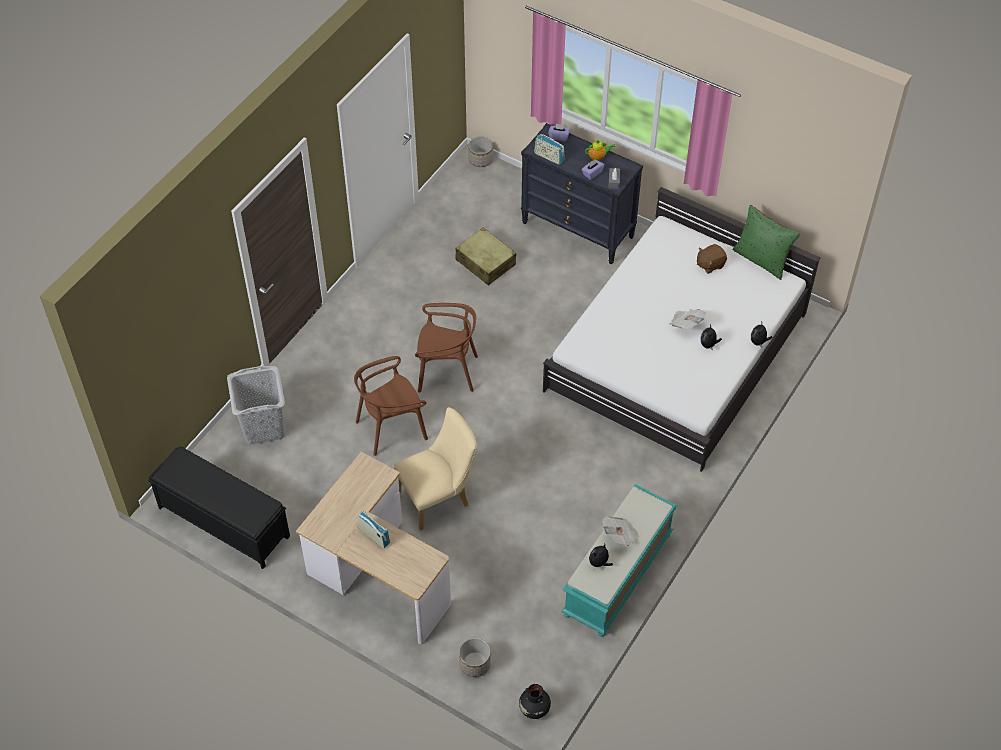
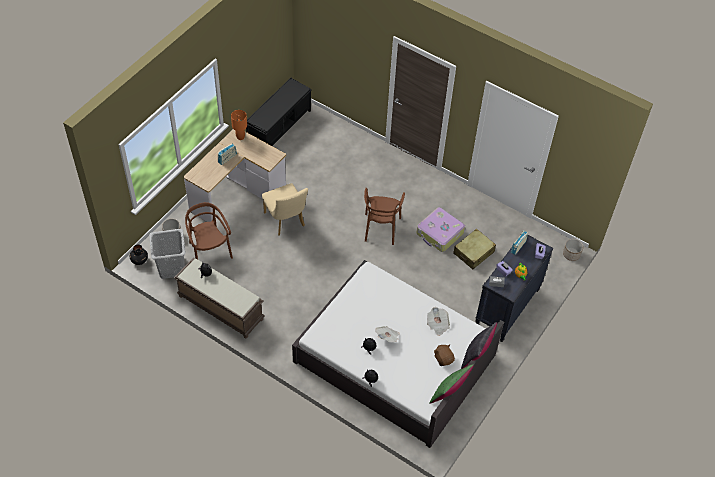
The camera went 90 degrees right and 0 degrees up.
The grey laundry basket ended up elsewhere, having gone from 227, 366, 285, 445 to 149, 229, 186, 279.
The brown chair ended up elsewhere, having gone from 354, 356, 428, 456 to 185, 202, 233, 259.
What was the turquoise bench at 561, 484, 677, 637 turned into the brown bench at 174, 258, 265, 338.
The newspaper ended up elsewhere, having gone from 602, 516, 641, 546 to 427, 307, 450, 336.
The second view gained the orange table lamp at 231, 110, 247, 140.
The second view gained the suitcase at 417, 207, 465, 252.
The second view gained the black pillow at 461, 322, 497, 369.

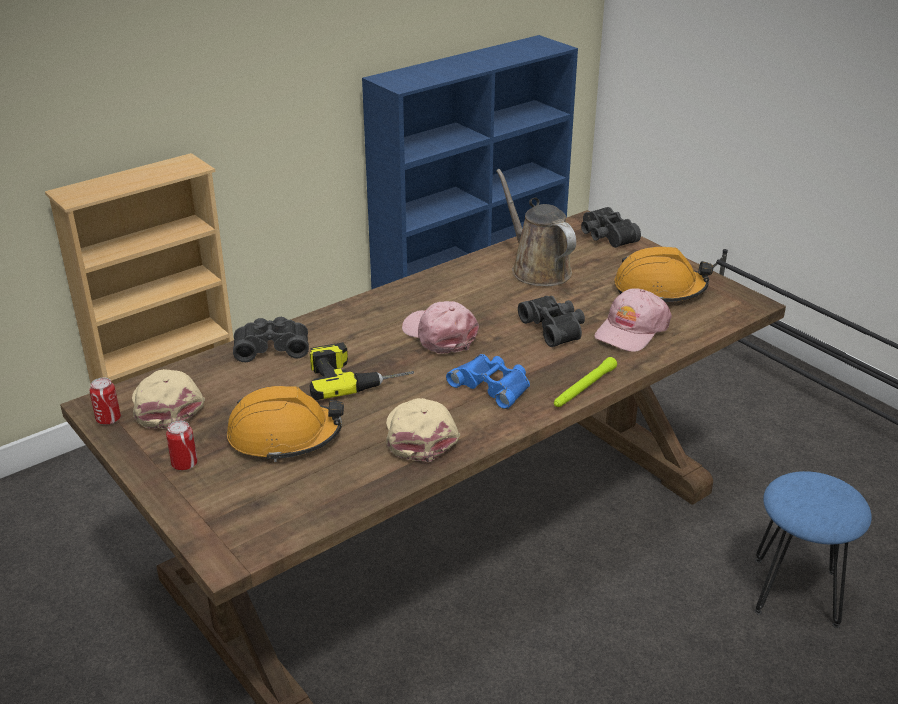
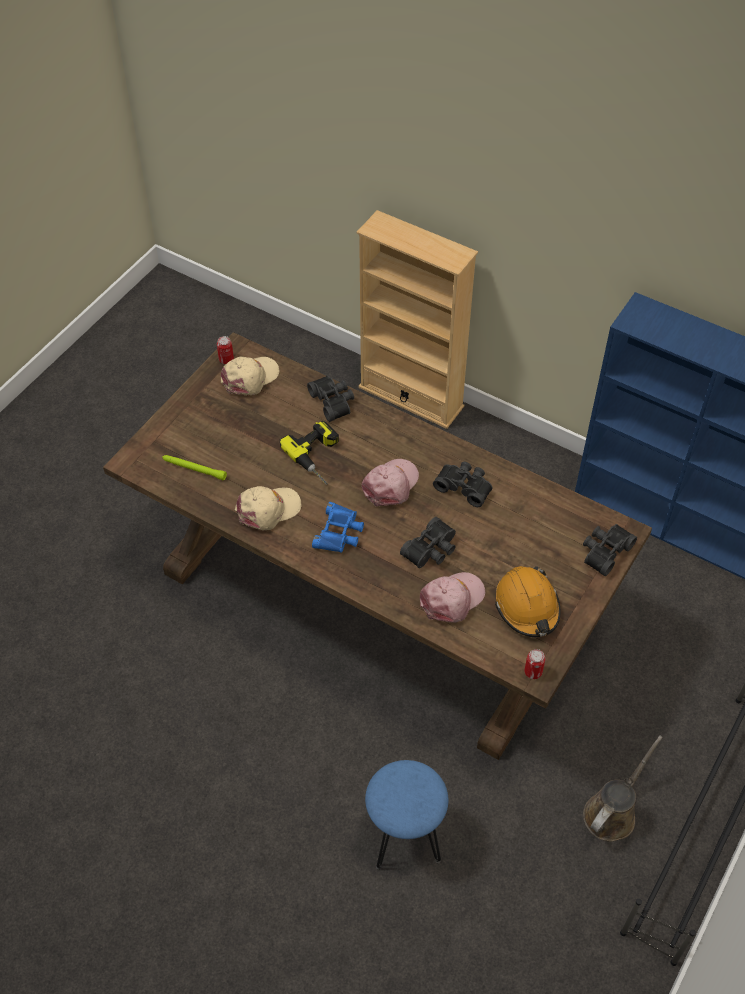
The camera went 70 degrees right and 20 degrees up.
The can ended up elsewhere, having gone from 166, 421, 198, 470 to 524, 649, 545, 679.
The second view lost the orange hard hat at 227, 386, 344, 462.
The brown watering can ended up elsewhere, having gone from 496, 169, 576, 286 to 583, 735, 663, 842.
The green flashlight ended up elsewhere, having gone from 554, 357, 617, 407 to 162, 455, 227, 480.
The pink cap at 595, 288, 672, 352 ended up facing another way, 120 degrees clockwise from before.
The second view gained the black binoculars at 433, 462, 492, 507.

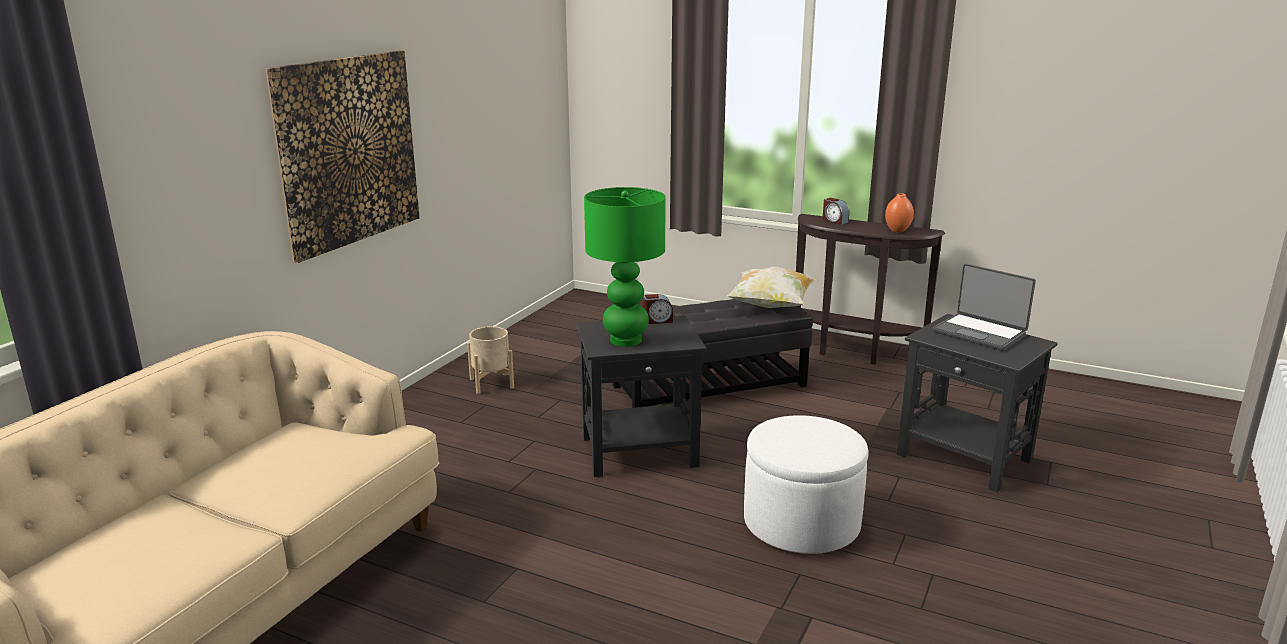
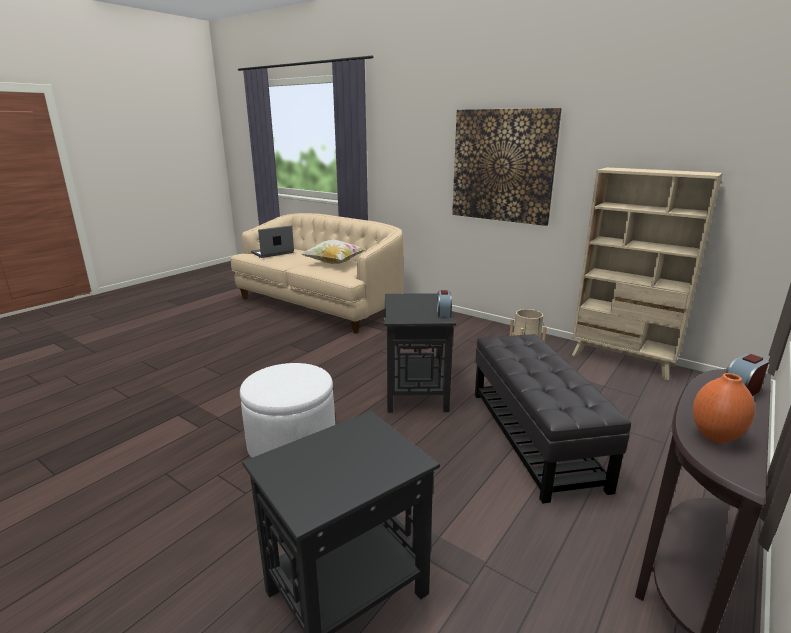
The camera went 100 degrees right and 0 degrees up.
The second view lost the green table lamp at 584, 187, 666, 347.
The pillow ended up elsewhere, having gone from 727, 267, 816, 308 to 302, 240, 366, 264.
The laptop ended up elsewhere, having gone from 933, 264, 1036, 351 to 251, 225, 294, 258.
The second view gained the beige bookcase at 572, 167, 723, 380.

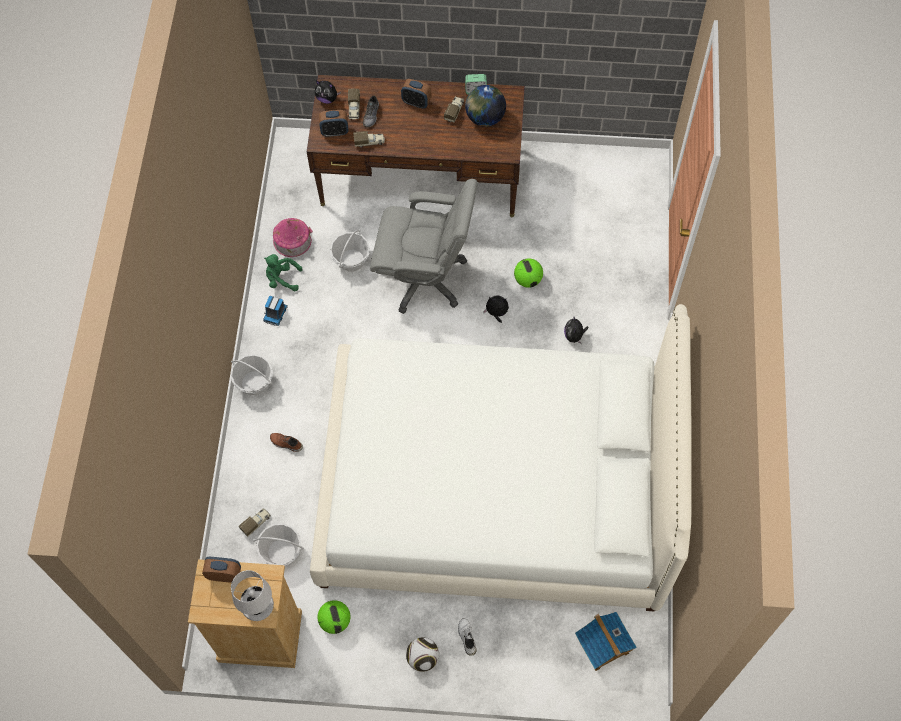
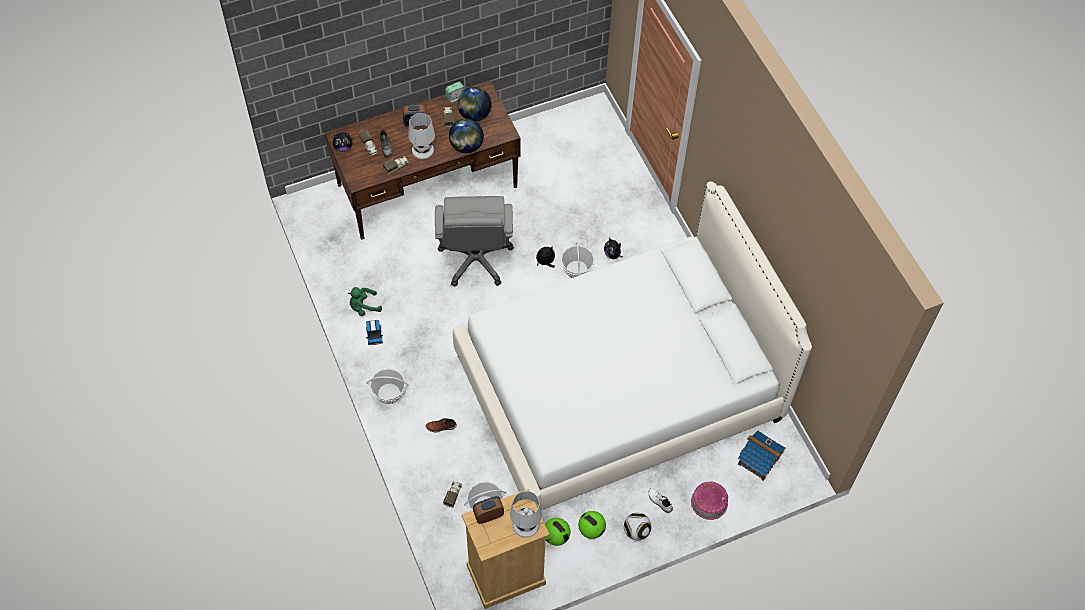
The camera went 30 degrees left and 5 degrees down.
The toy house ended up elsewhere, having gone from 273, 218, 313, 257 to 691, 482, 728, 520.
The second view lost the alarm clock at 319, 110, 348, 137.
The basket ended up elsewhere, having gone from 330, 230, 370, 272 to 560, 242, 595, 278.
The grey office chair at 370, 179, 478, 314 ended up facing another way, 105 degrees clockwise from before.
The football ended up elsewhere, having gone from 514, 258, 543, 288 to 578, 511, 606, 539.
The second view gained the white table lamp at 408, 113, 435, 159.
The second view gained the globe at 449, 118, 484, 153.

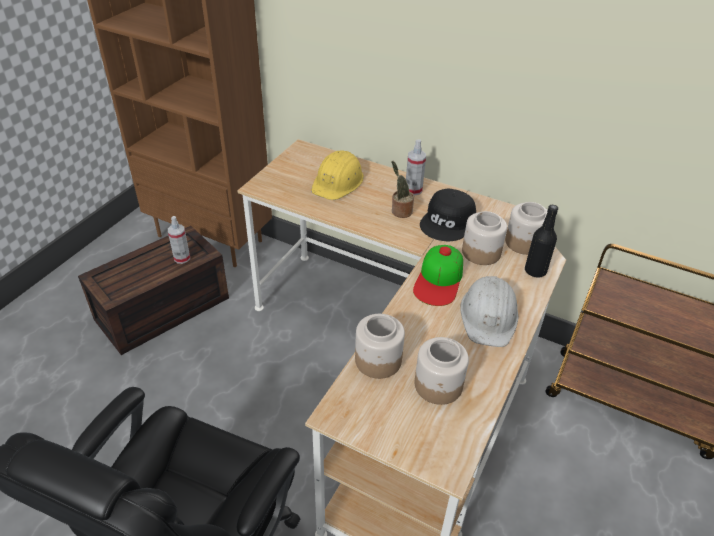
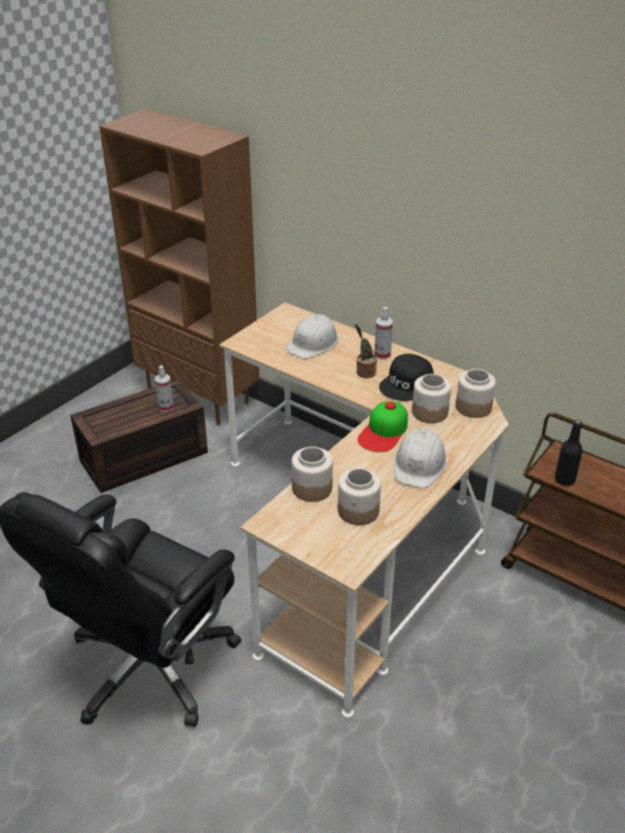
The camera went 10 degrees right and 5 degrees down.
What was the yellow hard hat at 311, 150, 364, 200 turned into the white hard hat at 286, 314, 339, 358.
The black bottle ended up elsewhere, having gone from 525, 205, 558, 278 to 555, 420, 583, 486.

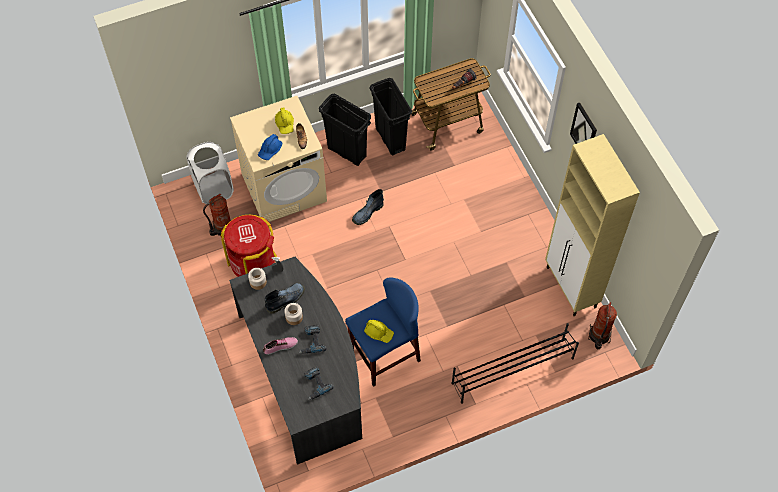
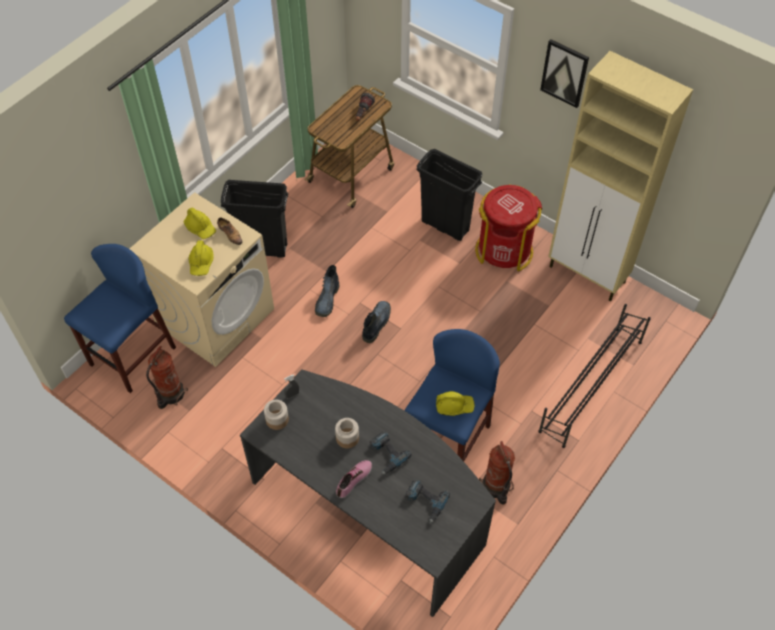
The camera went 30 degrees left and 5 degrees down.
Where the white laundry basket stood at 186, 142, 234, 204, the blue stool came to stand at 64, 244, 176, 393.
The red trash can ended up elsewhere, having gone from 220, 215, 277, 277 to 475, 185, 542, 271.
What was the blue hard hat at 258, 134, 282, 160 turned into the yellow hard hat at 189, 240, 214, 276.
The boot ended up elsewhere, having gone from 264, 283, 305, 314 to 362, 301, 391, 343.
The black trash can ended up elsewhere, having gone from 369, 78, 412, 155 to 416, 149, 482, 241.
The fire extinguisher ended up elsewhere, having gone from 588, 302, 617, 349 to 479, 441, 515, 504.

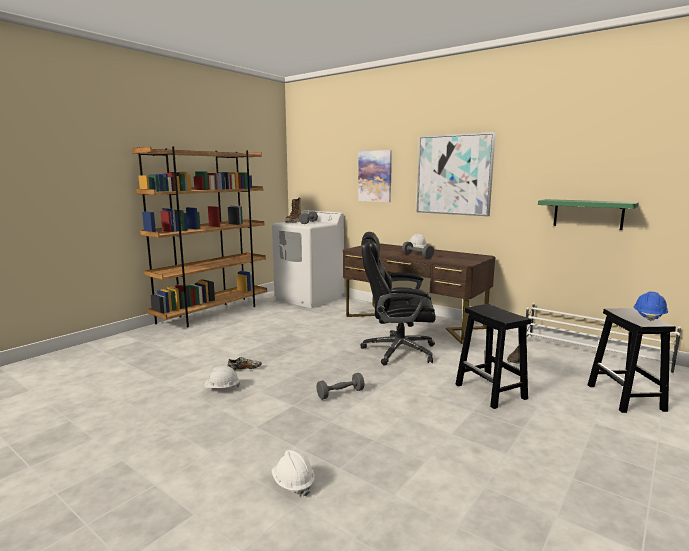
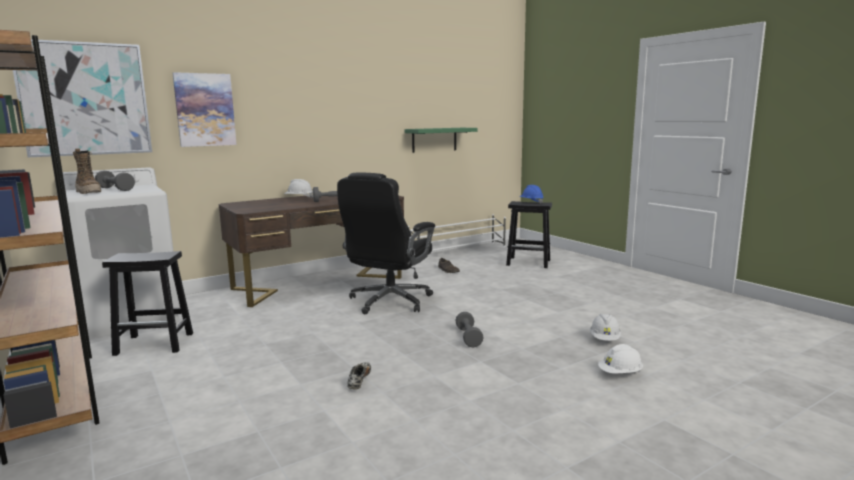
The camera went 70 degrees left and 0 degrees up.
The white hard hat ended up elsewhere, having gone from 204, 366, 240, 388 to 590, 314, 621, 341.
The picture ended up elsewhere, having gone from 417, 132, 496, 216 to 13, 39, 152, 157.
The black stool ended up elsewhere, having gone from 456, 304, 531, 409 to 102, 251, 193, 356.

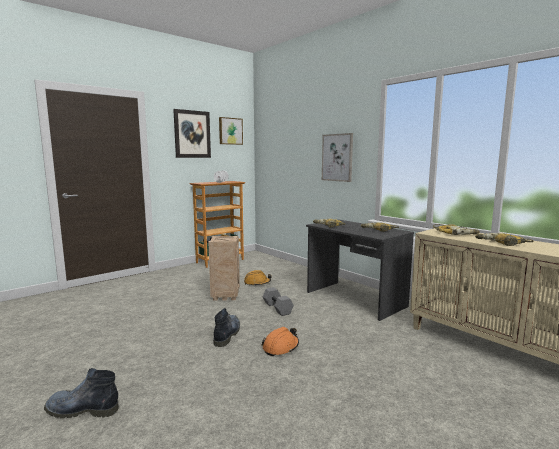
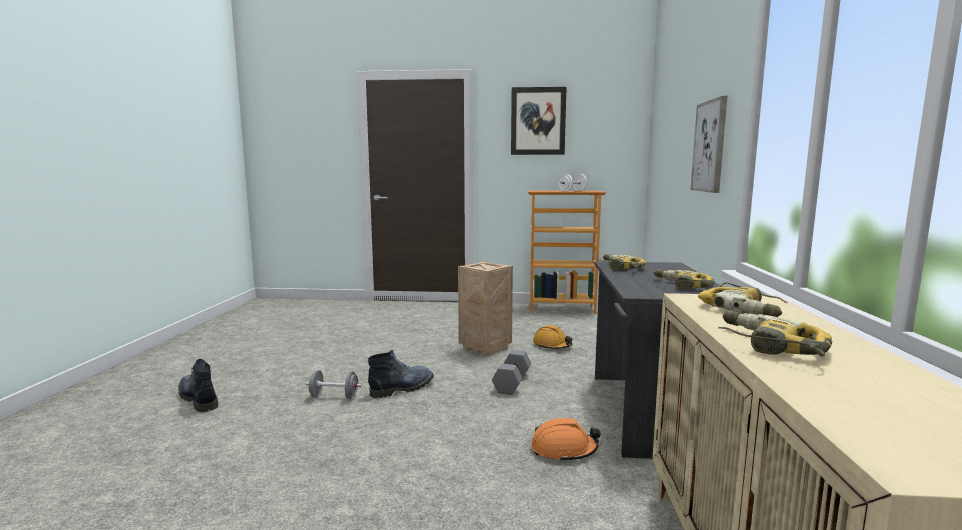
The camera went 45 degrees right and 0 degrees up.
The second view lost the picture at 219, 117, 243, 145.
The orange hard hat ended up elsewhere, having gone from 262, 327, 299, 356 to 531, 418, 601, 463.
The second view gained the grey dumbbell at 306, 370, 362, 399.

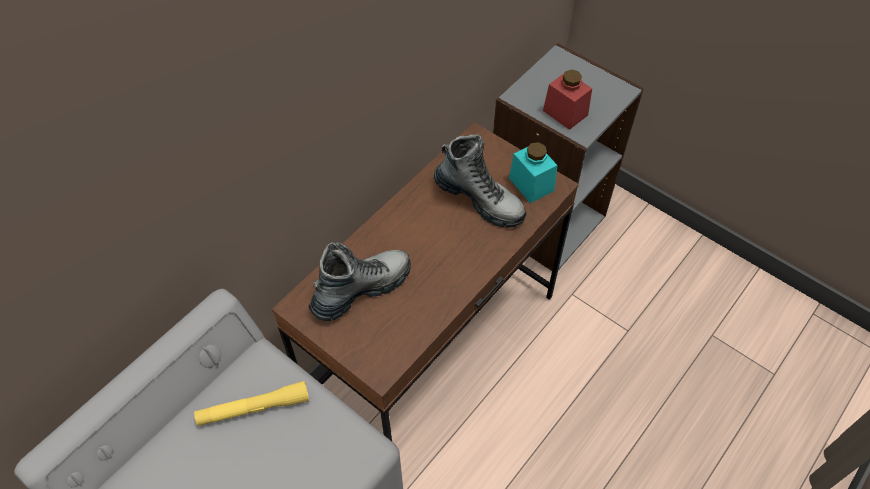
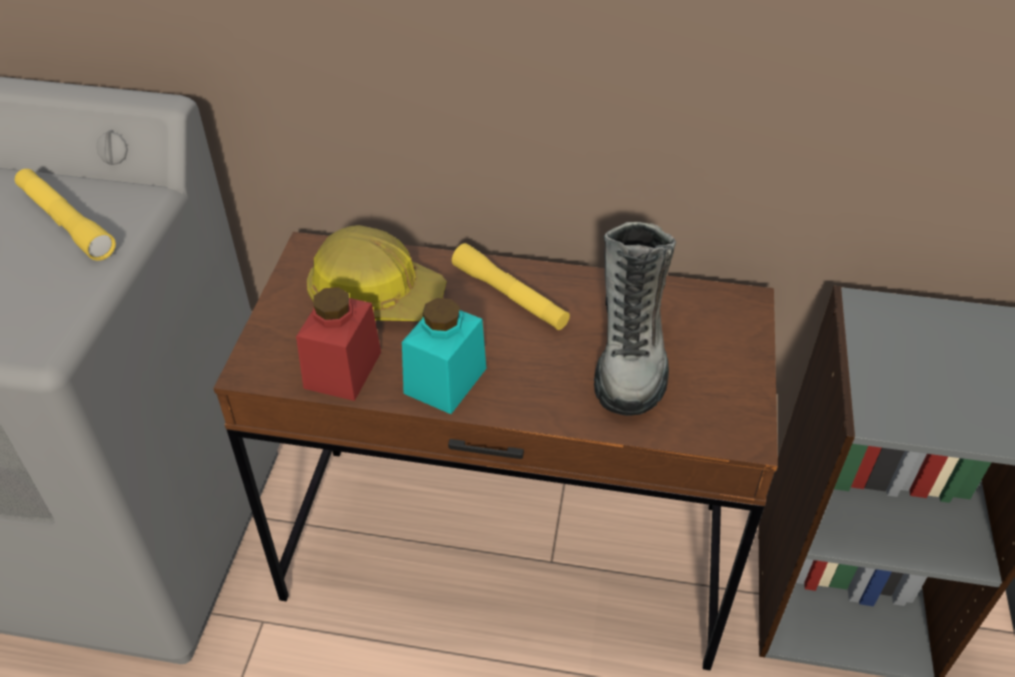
The camera went 60 degrees right and 10 degrees down.
Where the boot stood at 309, 242, 411, 321, the hard hat came to stand at 307, 225, 447, 321.
The turquoise jar ended up elsewhere, having gone from 509, 142, 558, 203 to 402, 298, 486, 414.
The red jar ended up elsewhere, having gone from 543, 70, 592, 130 to 296, 287, 381, 401.
The second view gained the yellow flashlight at 452, 243, 570, 330.

